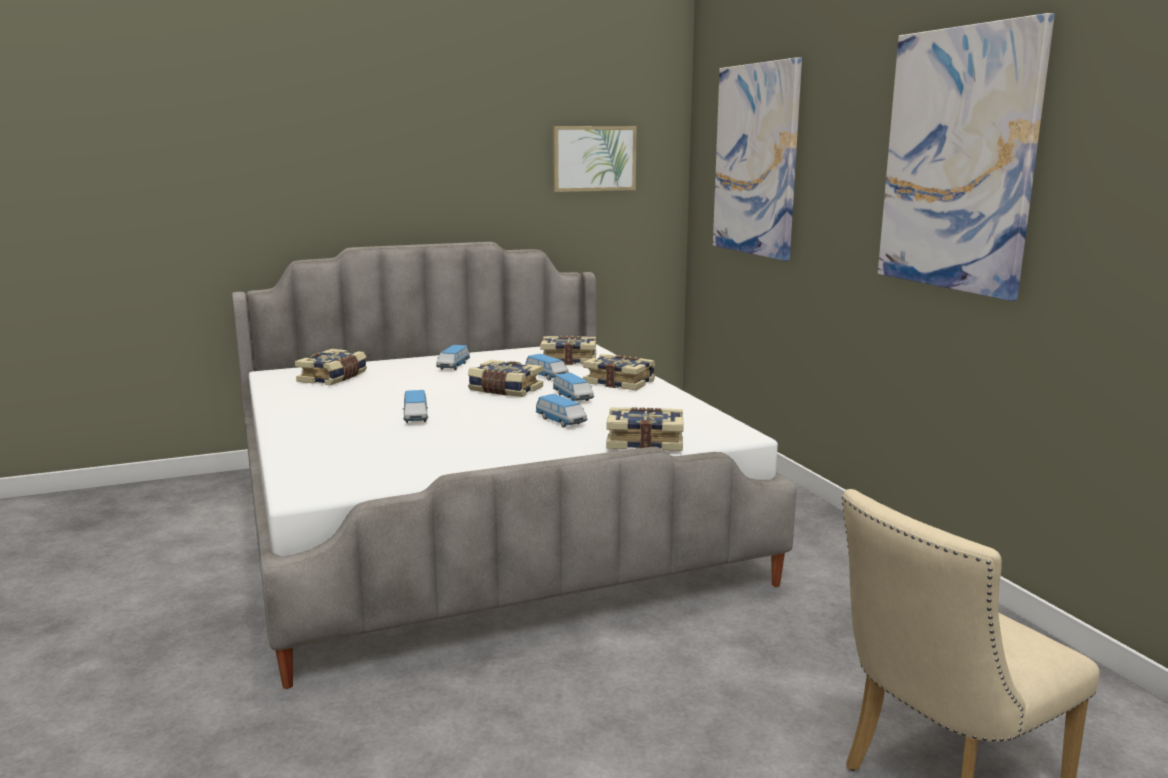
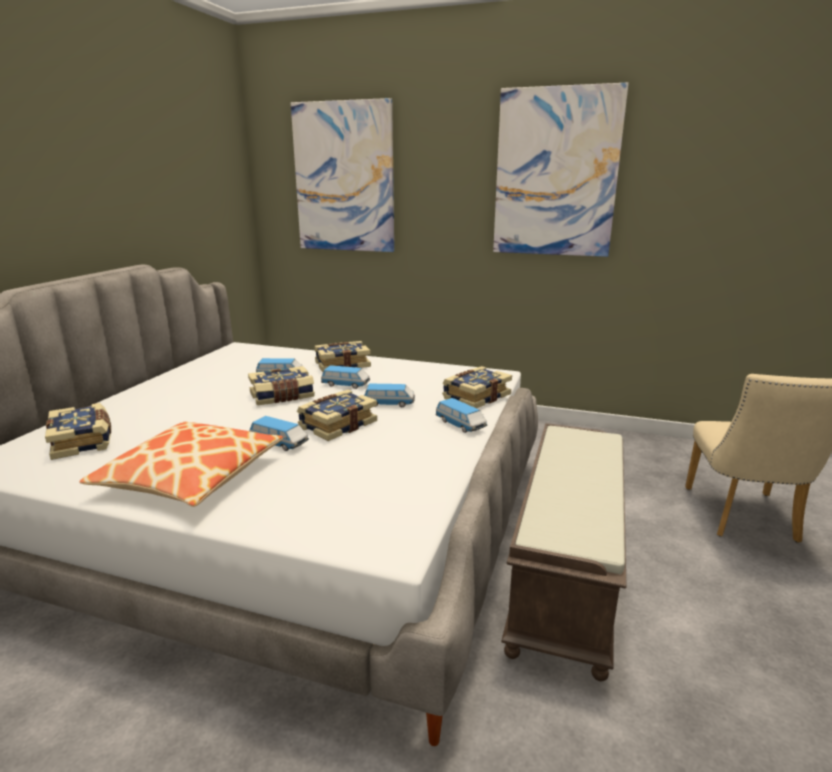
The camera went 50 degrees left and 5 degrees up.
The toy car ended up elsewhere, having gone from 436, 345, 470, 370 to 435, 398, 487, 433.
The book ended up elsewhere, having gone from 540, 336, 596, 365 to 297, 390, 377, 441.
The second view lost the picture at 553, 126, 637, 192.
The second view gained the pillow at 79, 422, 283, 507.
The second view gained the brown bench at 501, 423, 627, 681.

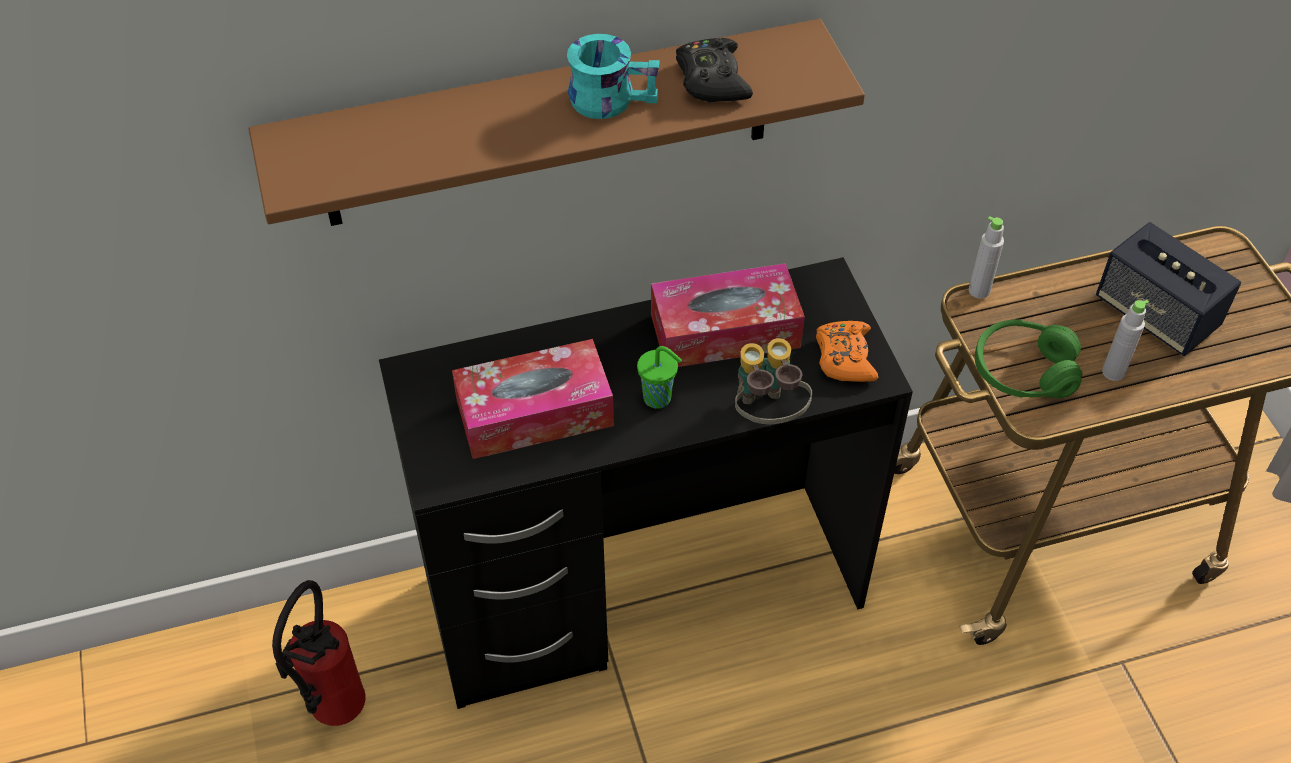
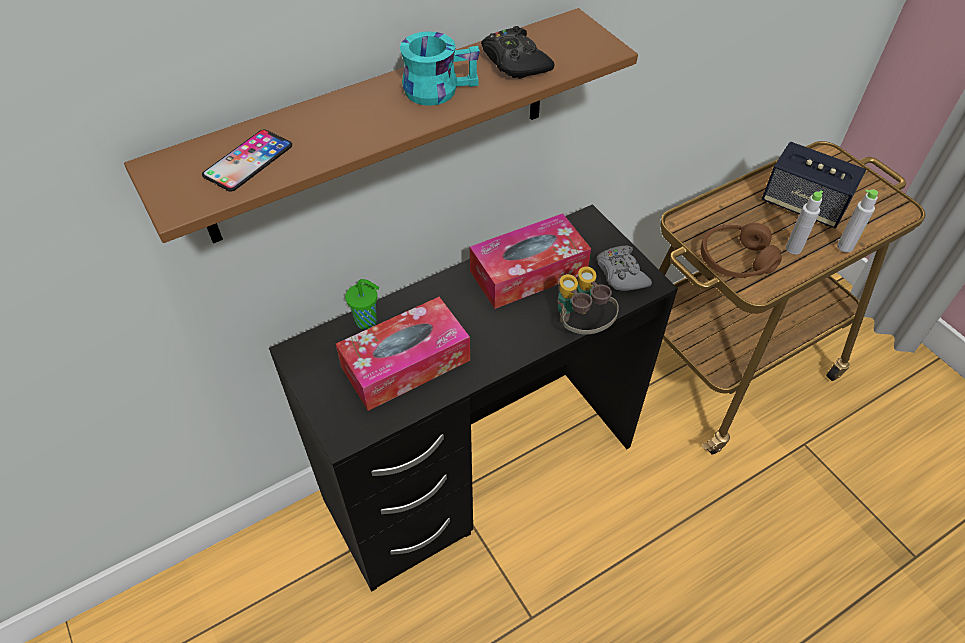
The camera went 15 degrees left and 0 degrees up.
The second view lost the fire extinguisher at 272, 580, 366, 726.
The green cup ended up elsewhere, having gone from 637, 346, 682, 409 to 345, 279, 379, 329.
What was the orange game controller at 816, 321, 878, 382 turned into the grey game controller at 597, 246, 652, 291.
The grey bottle ended up elsewhere, having gone from 969, 216, 1004, 299 to 837, 189, 878, 253.
What was the green headphones at 975, 319, 1082, 398 turned into the brown headphones at 701, 223, 782, 278.
The second view gained the phone at 202, 130, 292, 191.

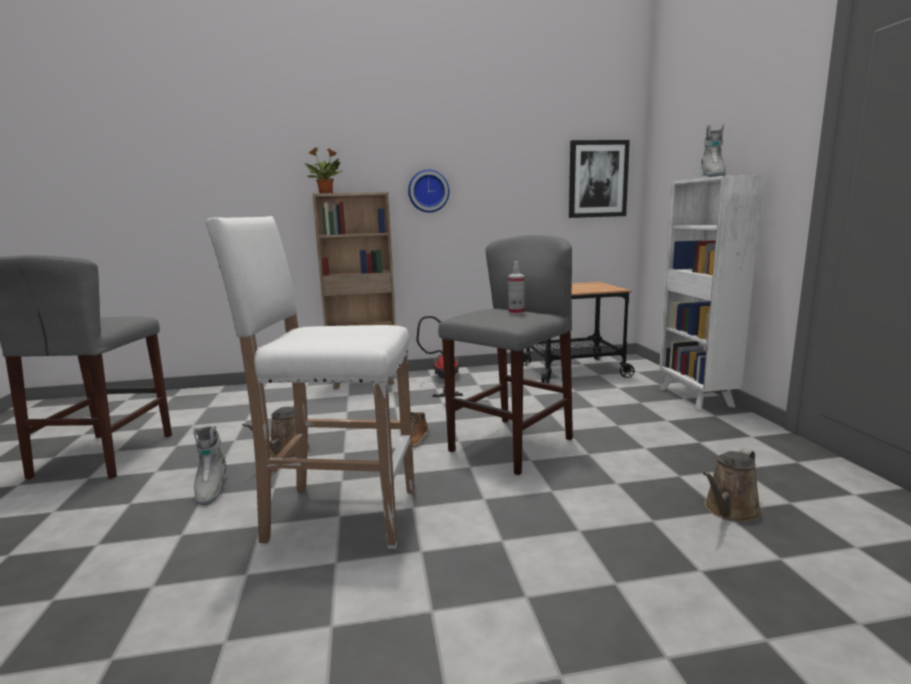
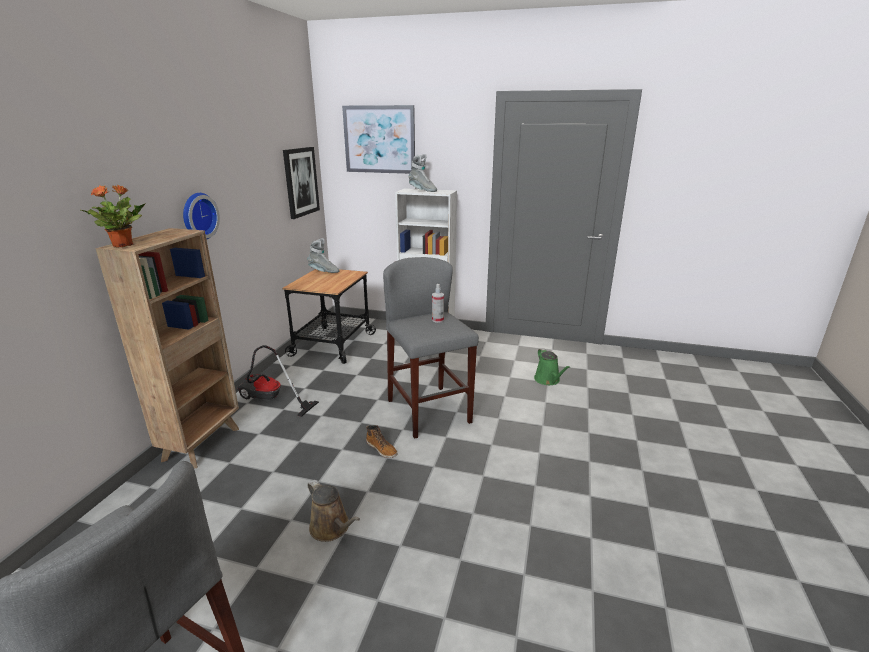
The camera went 65 degrees left and 10 degrees up.
The grey boot ended up elsewhere, having gone from 193, 426, 227, 506 to 307, 238, 340, 273.
The second view lost the white stool at 205, 216, 415, 549.
What was the brown watering can at 703, 449, 762, 522 turned into the green watering can at 534, 348, 570, 385.
The second view gained the picture at 342, 105, 415, 174.

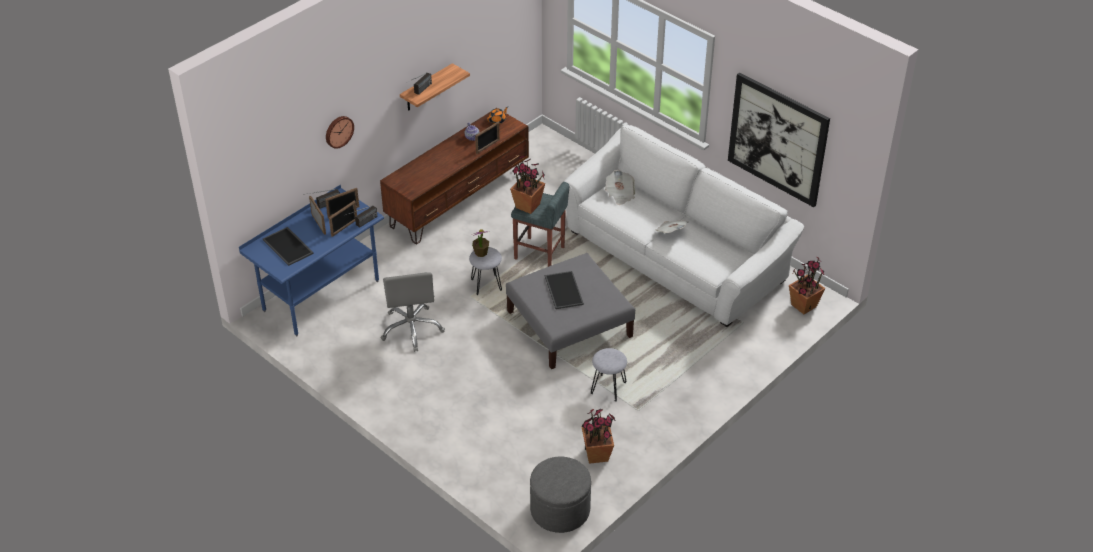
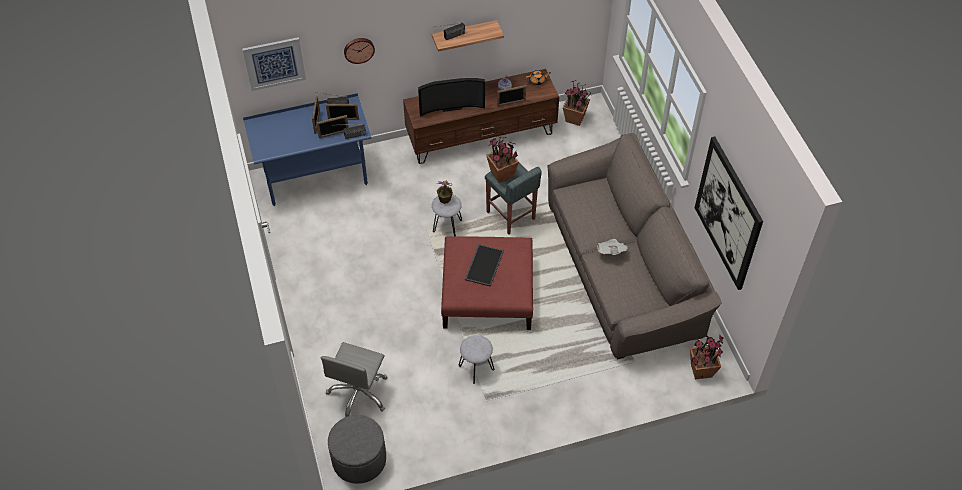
The camera went 30 degrees right and 10 degrees up.
The second view lost the tray at 263, 227, 314, 266.
The grey office chair ended up elsewhere, having gone from 380, 272, 445, 352 to 321, 342, 388, 418.
What was the grey ottoman at 506, 253, 635, 369 turned into the red ottoman at 441, 236, 533, 330.
What was the white sofa at 564, 125, 804, 327 turned into the brown sofa at 548, 133, 721, 359.
The potted plant ended up elsewhere, having gone from 582, 408, 615, 464 to 563, 80, 591, 126.
The second view lost the newspaper at 605, 170, 635, 205.
The second view gained the picture at 242, 37, 306, 91.
The second view gained the television at 418, 78, 485, 116.

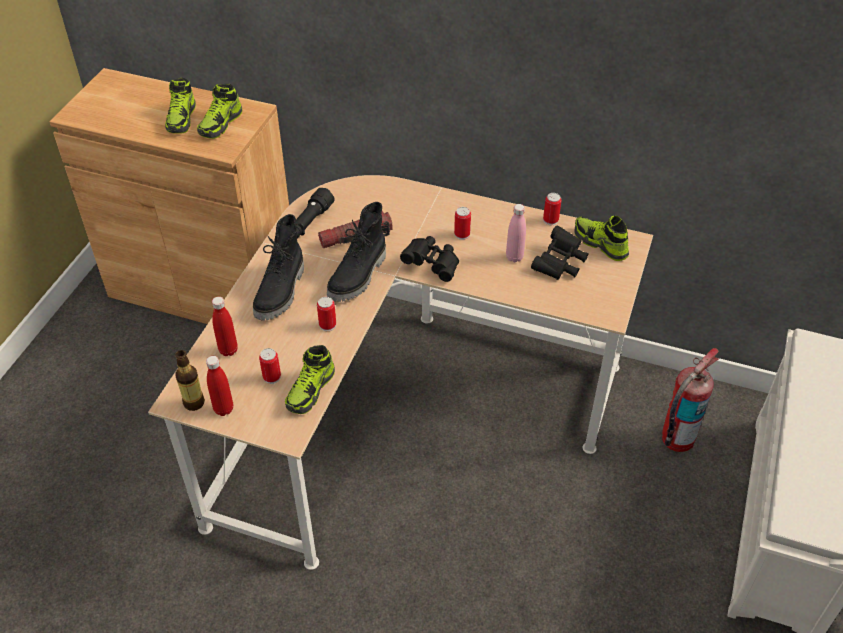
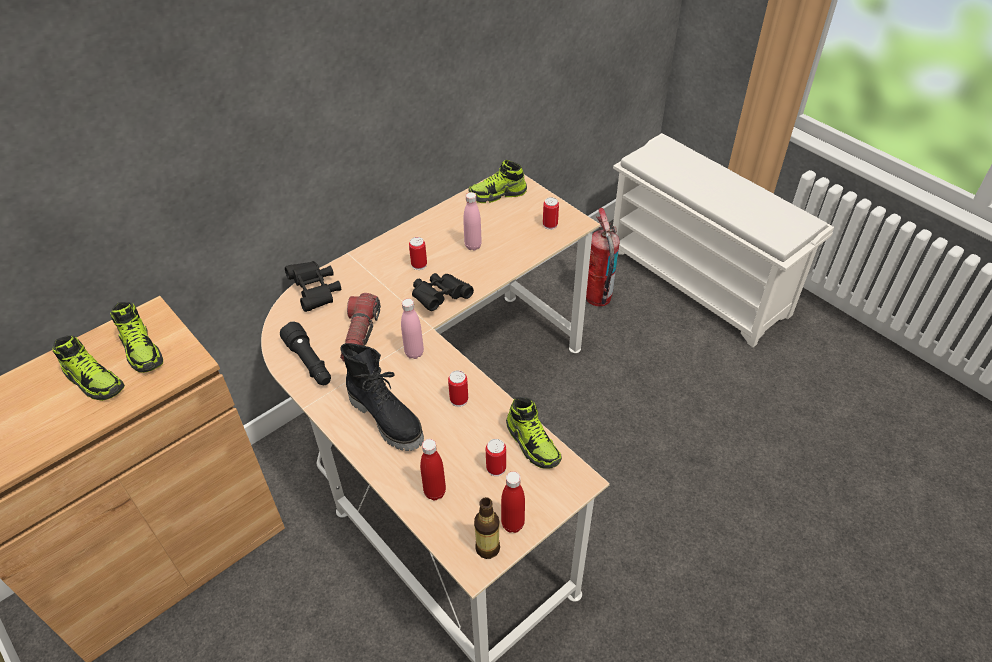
The camera went 60 degrees left and 0 degrees up.
Where the black boot stood at 327, 202, 386, 302, the pink bottle came to stand at 401, 299, 424, 359.
The black binoculars ended up elsewhere, having gone from 531, 226, 589, 280 to 285, 261, 341, 312.
The can ended up elsewhere, having gone from 543, 193, 561, 225 to 543, 197, 559, 230.

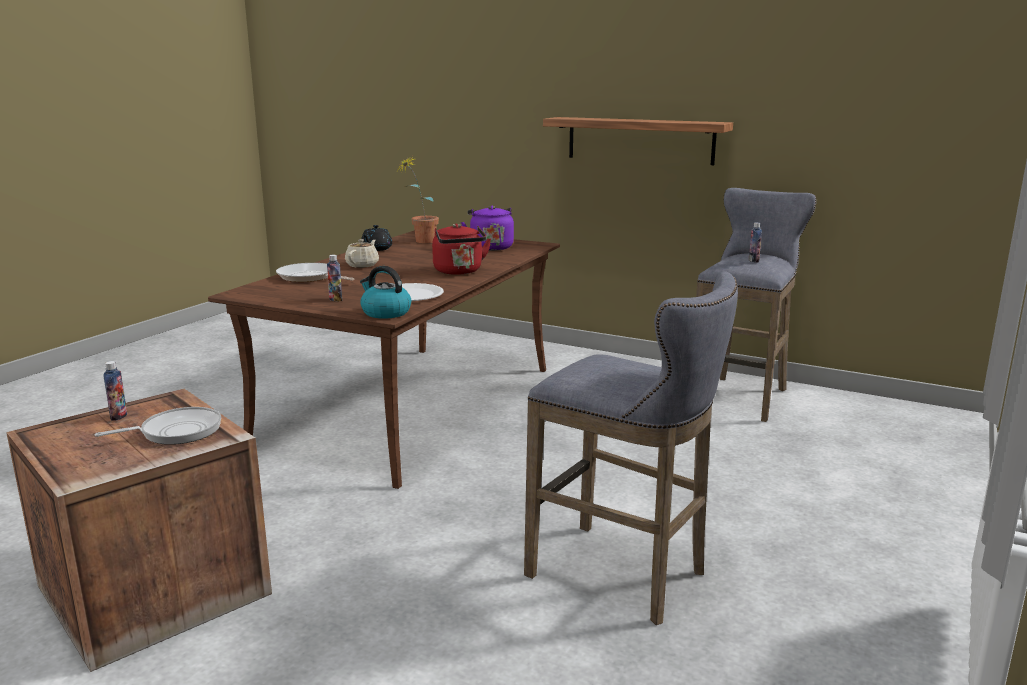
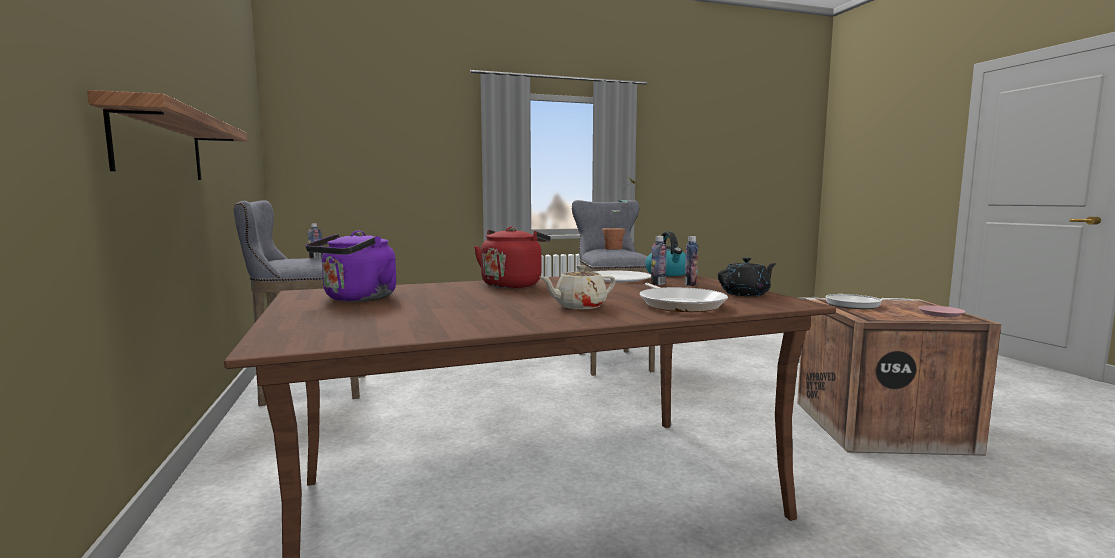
The camera went 135 degrees left and 10 degrees down.
The bottle ended up elsewhere, having gone from 103, 361, 127, 421 to 651, 236, 667, 285.
The black teapot ended up elsewhere, having gone from 361, 225, 392, 251 to 718, 257, 776, 296.
The potted plant ended up elsewhere, having gone from 397, 156, 439, 243 to 602, 177, 637, 250.
The second view gained the pink plate at 918, 305, 966, 317.

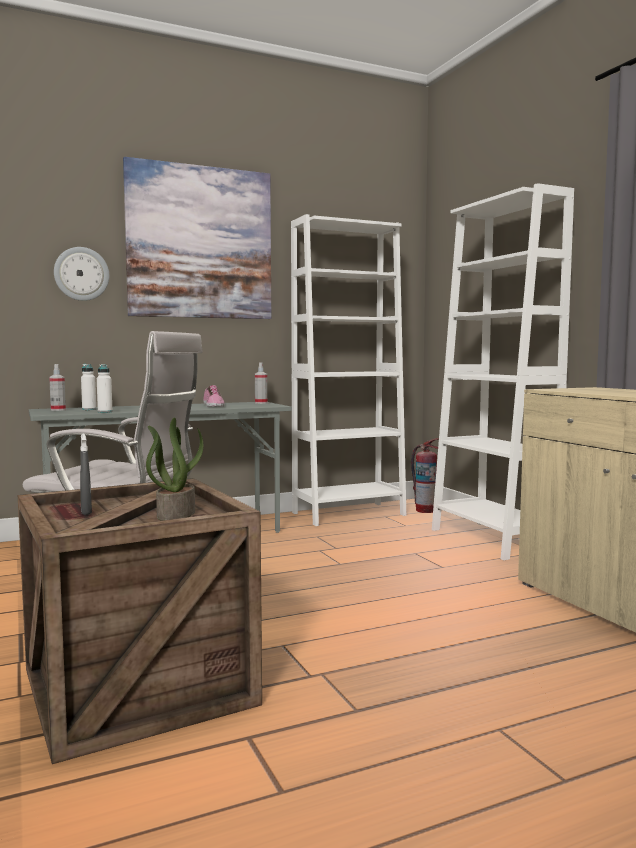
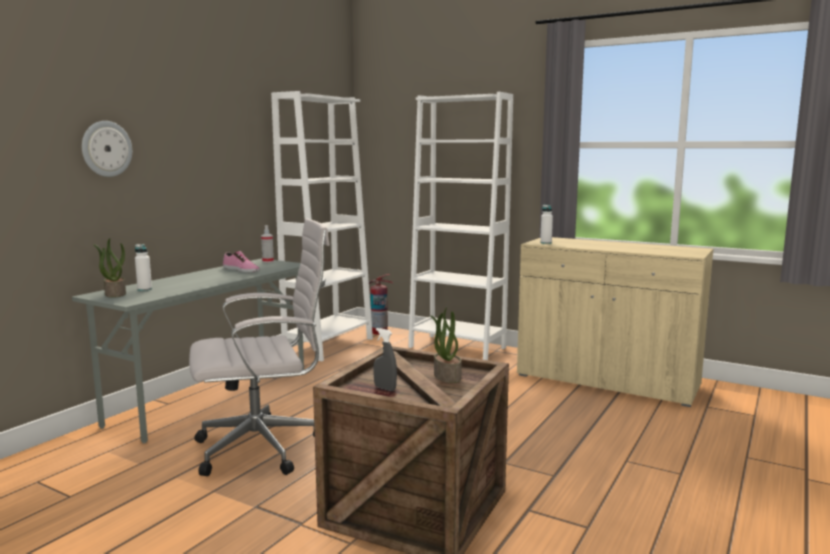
The camera went 35 degrees left and 5 degrees up.
Where the spray bottle stood at 49, 364, 66, 411, the potted plant came to stand at 93, 238, 126, 298.
The white bottle ended up elsewhere, having gone from 97, 364, 113, 413 to 540, 205, 553, 244.
The second view lost the picture at 123, 157, 271, 319.

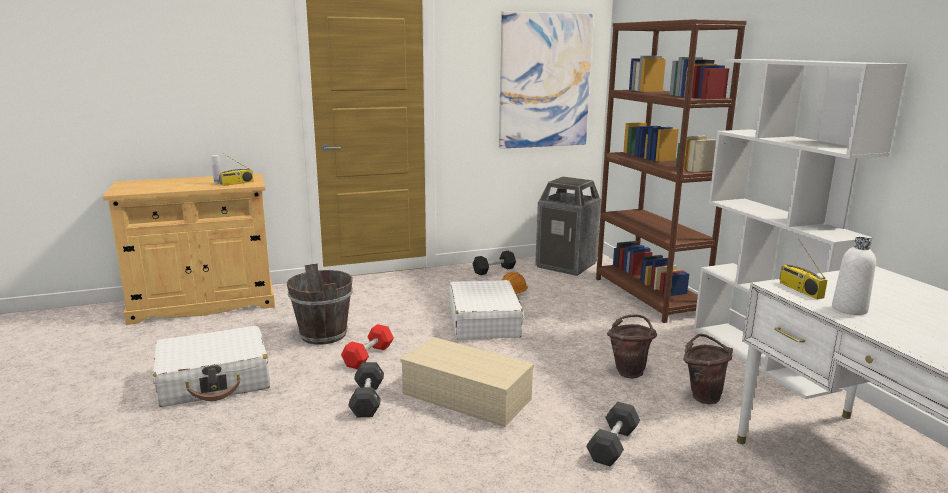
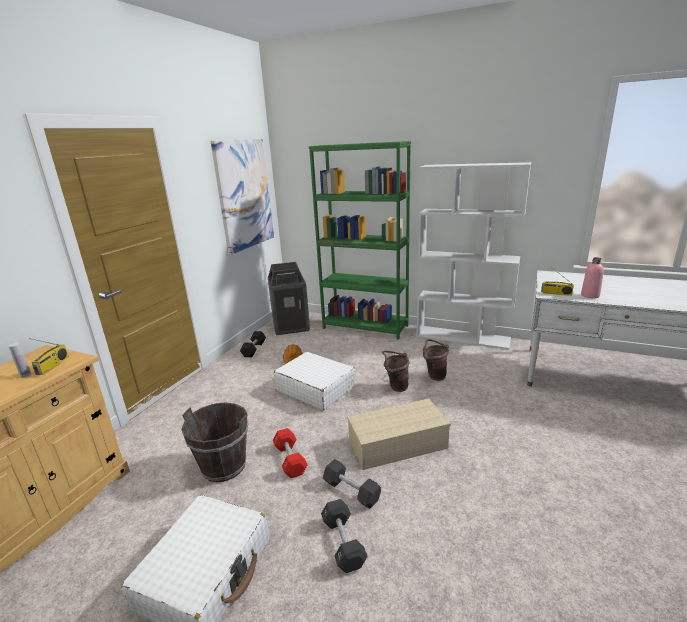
The camera went 45 degrees left and 5 degrees up.
The black dumbbell ended up elsewhere, having gone from 586, 402, 640, 466 to 321, 499, 368, 573.
What was the brown bookcase at 596, 19, 747, 323 turned into the green bookcase at 309, 141, 411, 340.
The brown bucket ended up elsewhere, having gone from 684, 334, 733, 404 to 382, 351, 410, 392.
What was the white bottle at 832, 237, 876, 315 turned into the pink bottle at 581, 257, 604, 298.

